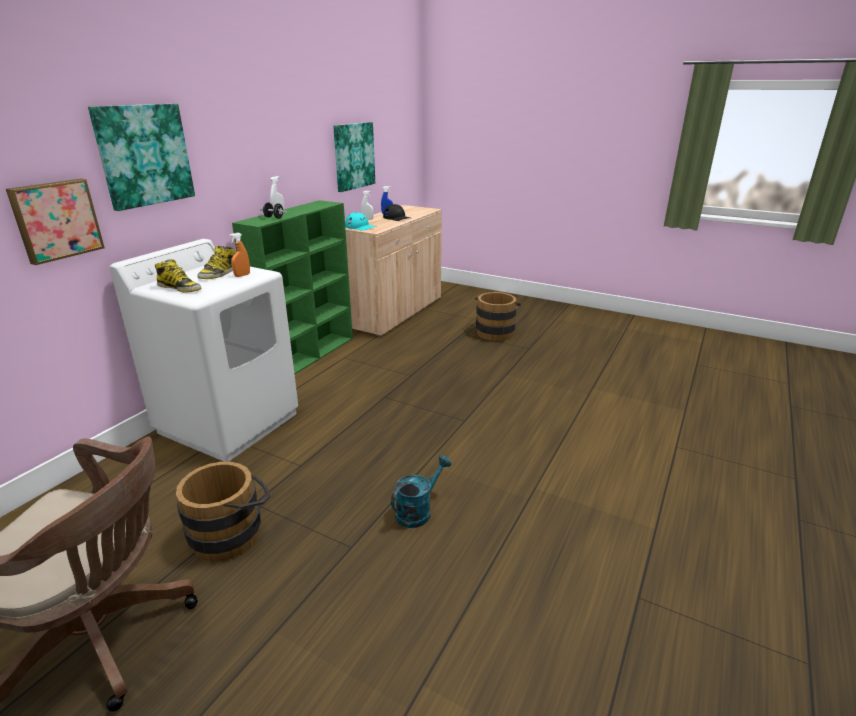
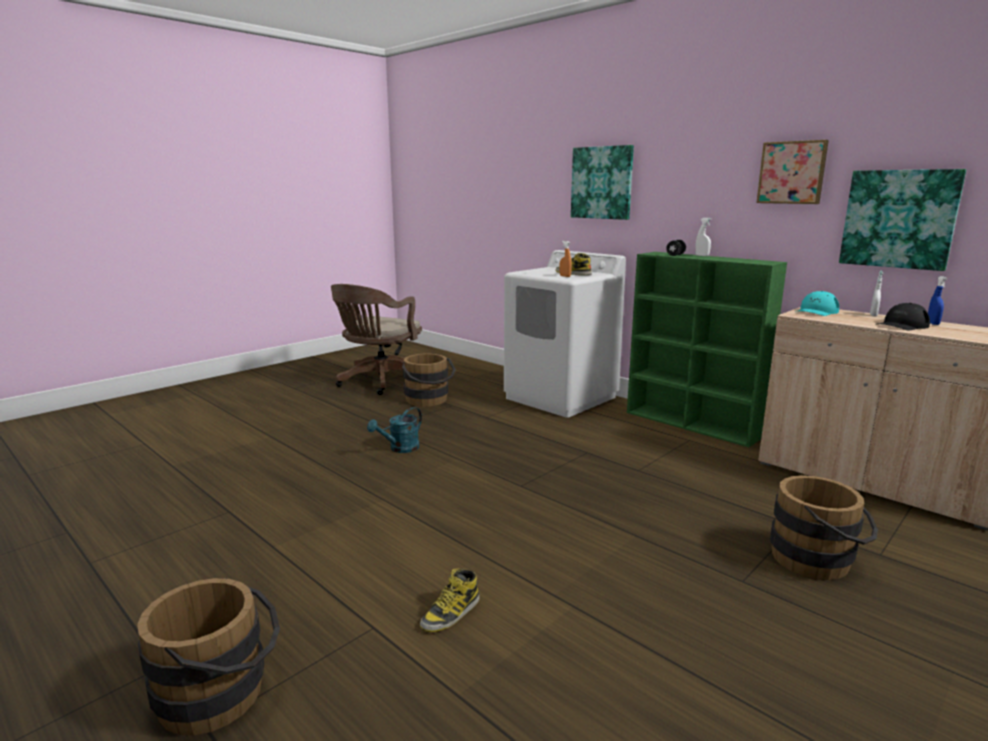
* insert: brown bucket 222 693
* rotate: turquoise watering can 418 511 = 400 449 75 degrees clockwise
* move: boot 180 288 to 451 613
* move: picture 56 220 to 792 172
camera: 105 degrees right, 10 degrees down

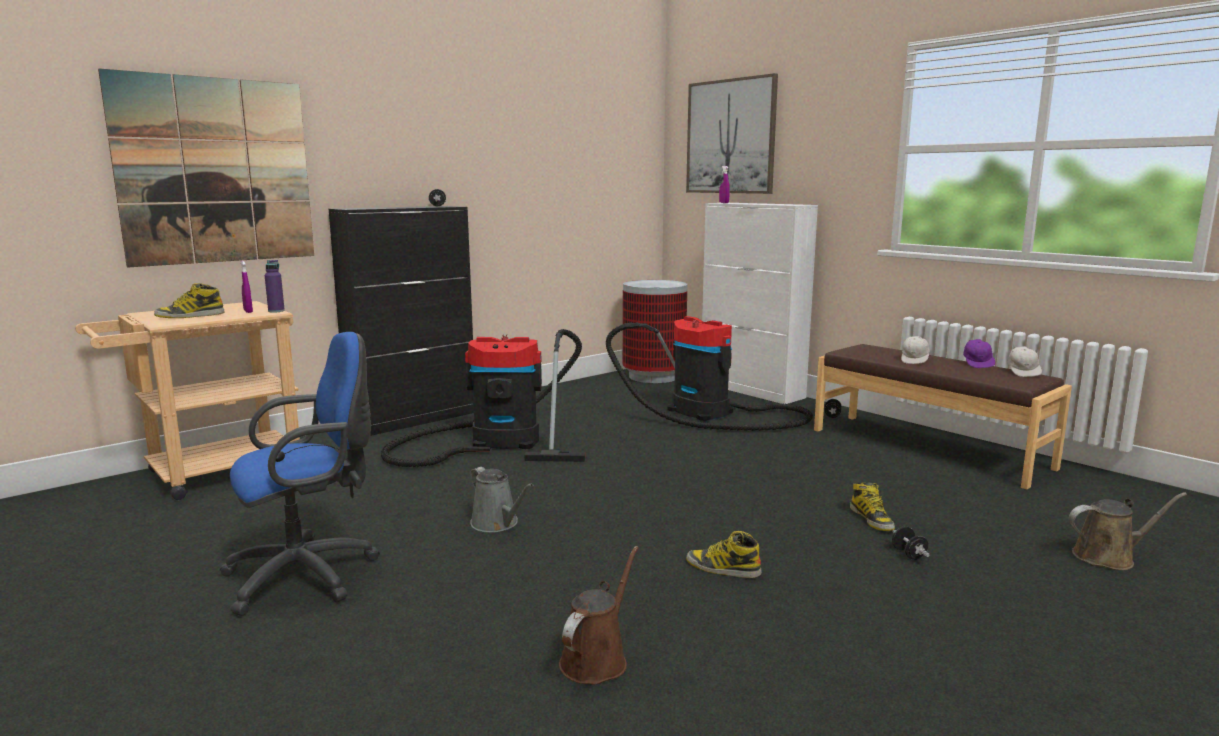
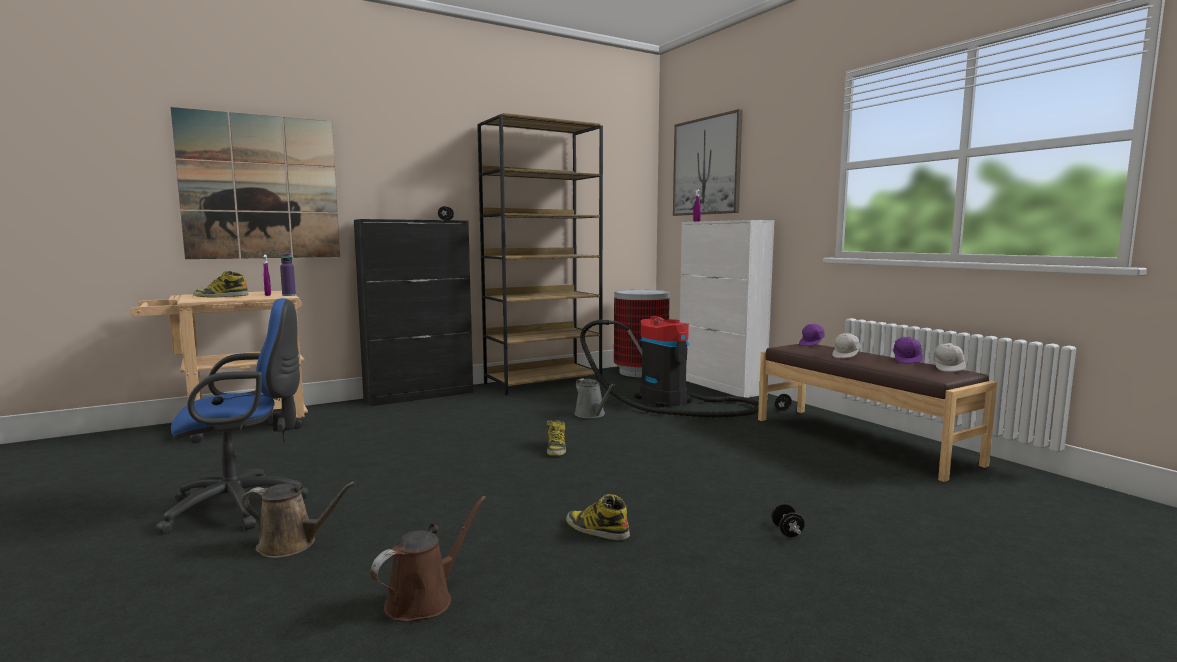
* move: brown watering can 1108 557 to 292 544
* insert: brown bookcase 543 382
* move: boot 872 519 to 556 449
* move: grey watering can 497 524 to 591 414
* insert: purple cap 812 344
* delete: vacuum cleaner 497 442
camera: 10 degrees right, 5 degrees down

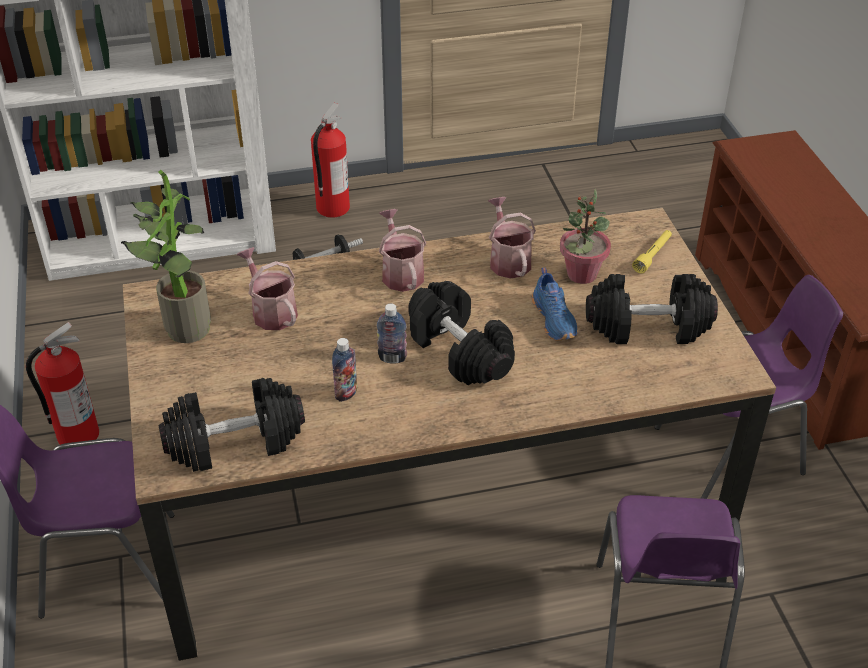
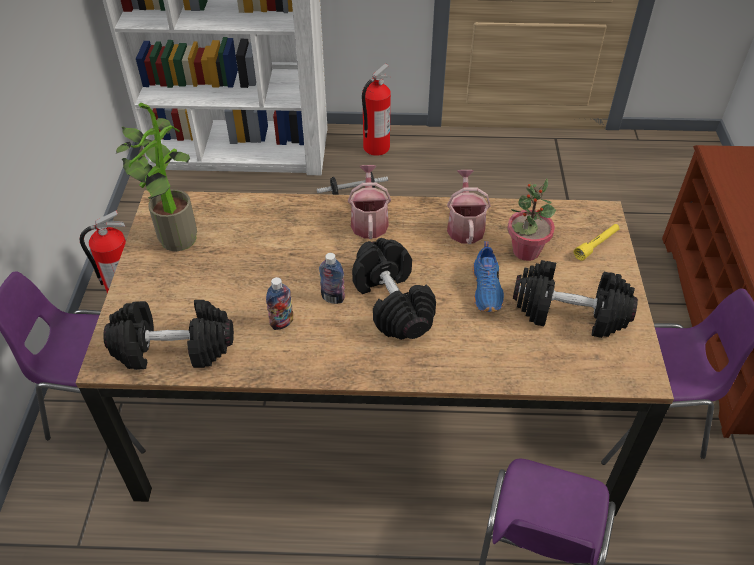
* delete: watering can 271 311
camera: 15 degrees right, 5 degrees up

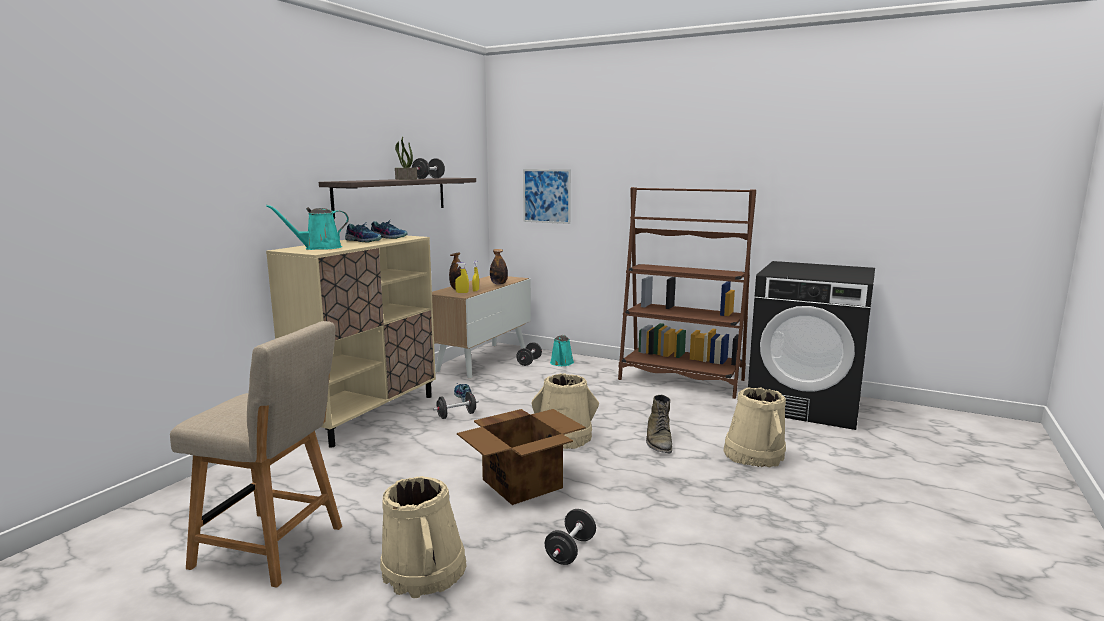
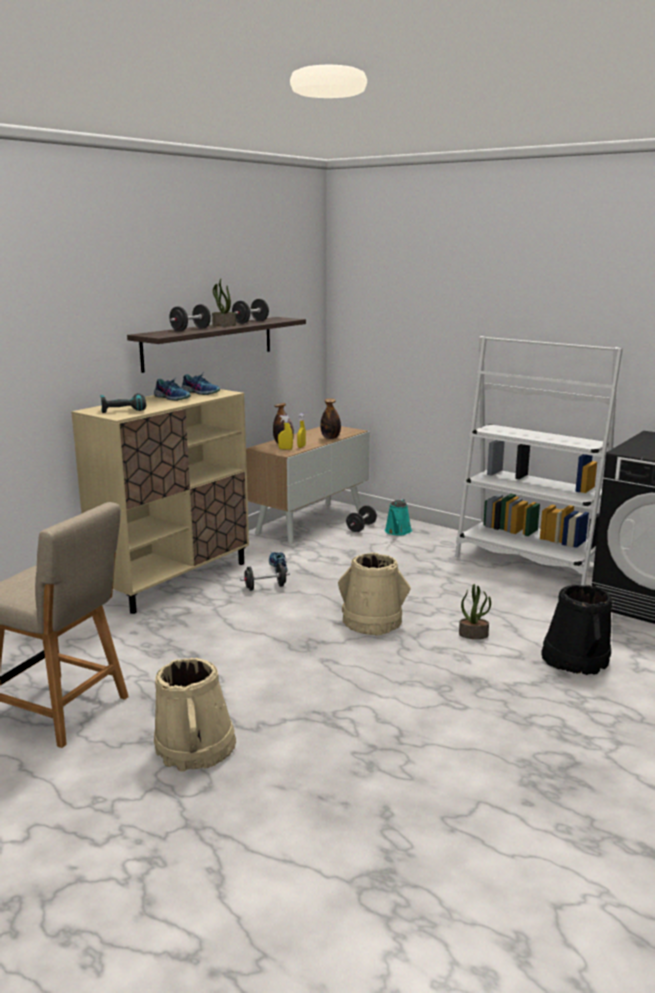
* replace: turquoise watering can 319 248 to power drill 123 409
* move: black dumbbell 570 551 to 190 329
* recolor: brown bookcase 681 380 to white bookcase 529 561
* replace: green boot 658 441 to potted plant 473 634
* recolor: beige bucket 754 455 to black bucket 575 659
* delete: cardboard box 523 483
* delete: picture 546 196
camera: 10 degrees right, 5 degrees up

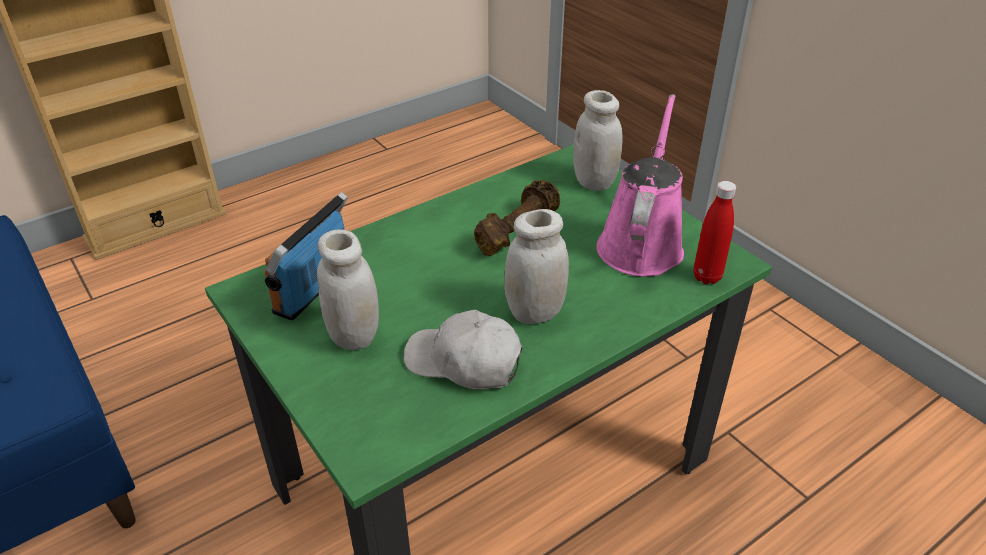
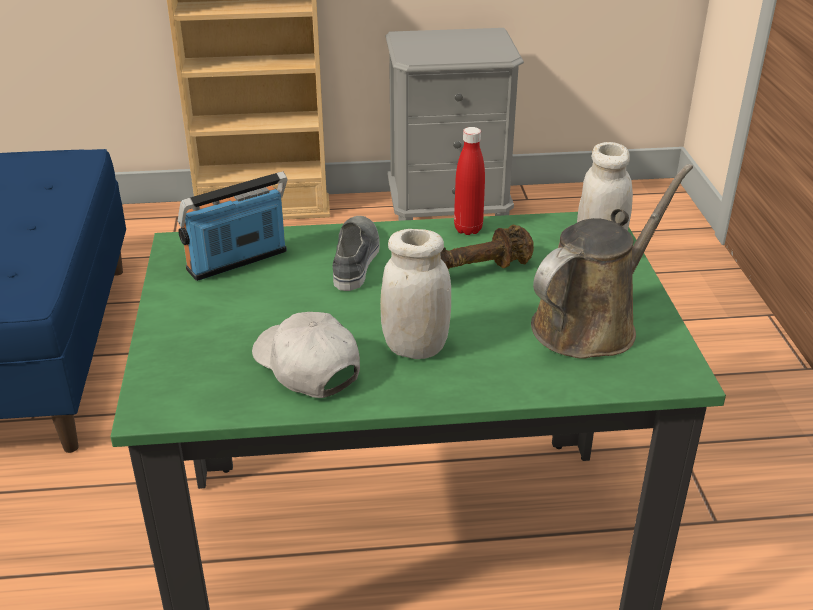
* insert: grey shoe 355 258
* insert: grey nightstand 449 215
* move: red bottle 707 277 to 468 229
* recolor: pink watering can 641 243 to brown watering can 591 323
* delete: white jar 353 335
camera: 30 degrees right, 5 degrees down

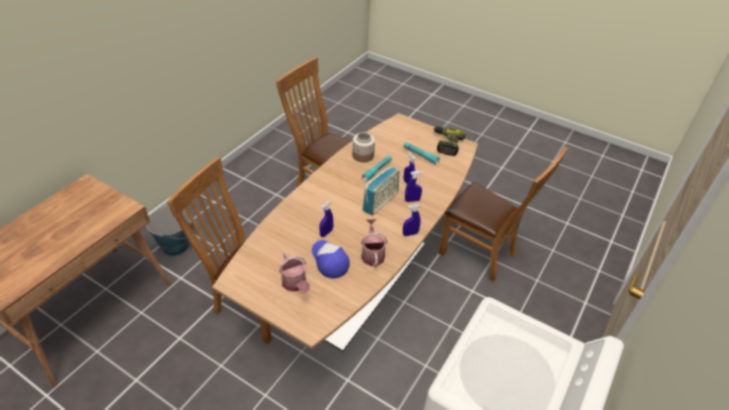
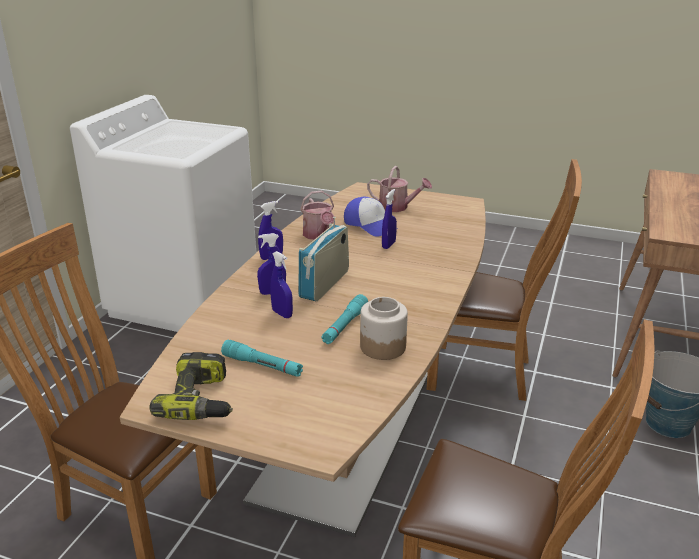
* rotate: watering can 295 284 = 397 207 150 degrees clockwise
camera: 170 degrees right, 15 degrees down

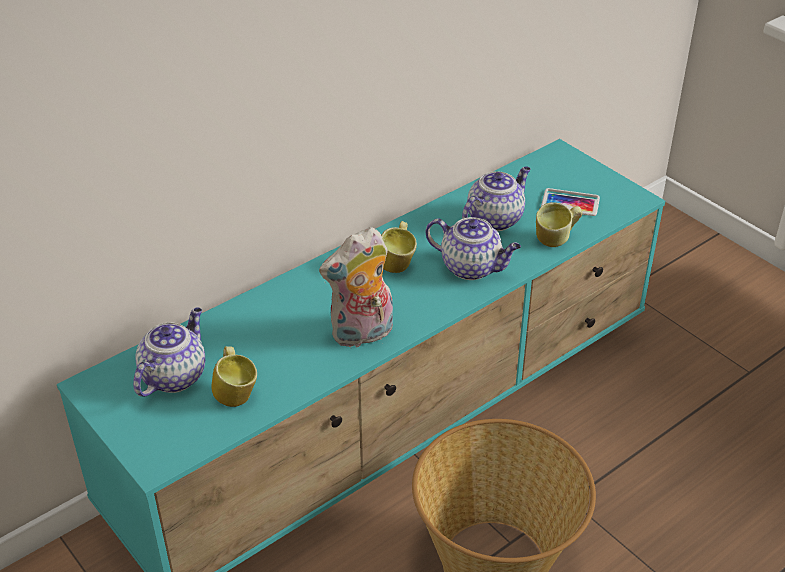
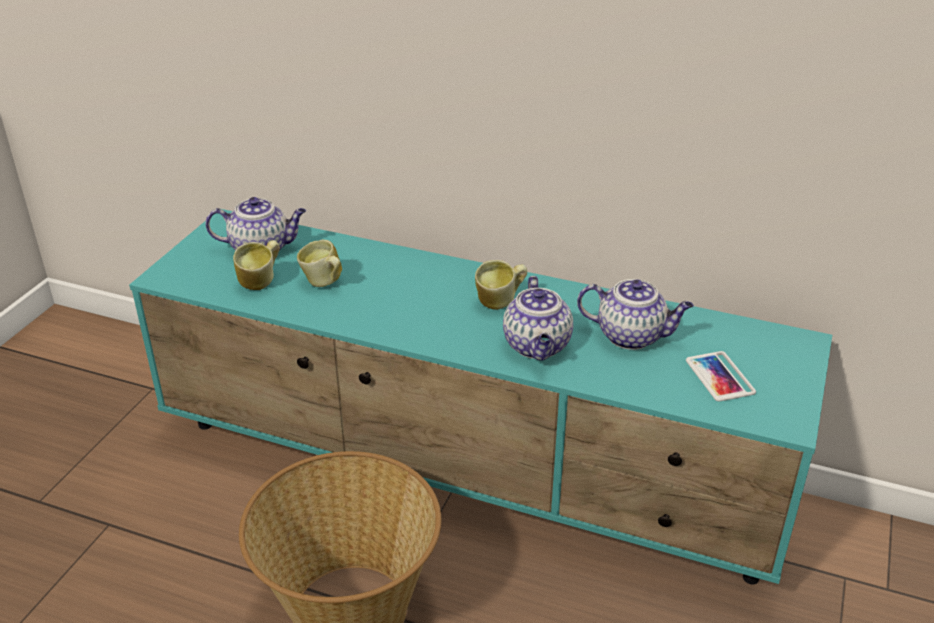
* move: mug 556 240 to 324 283
* delete: plush toy 362 335
camera: 60 degrees right, 5 degrees down

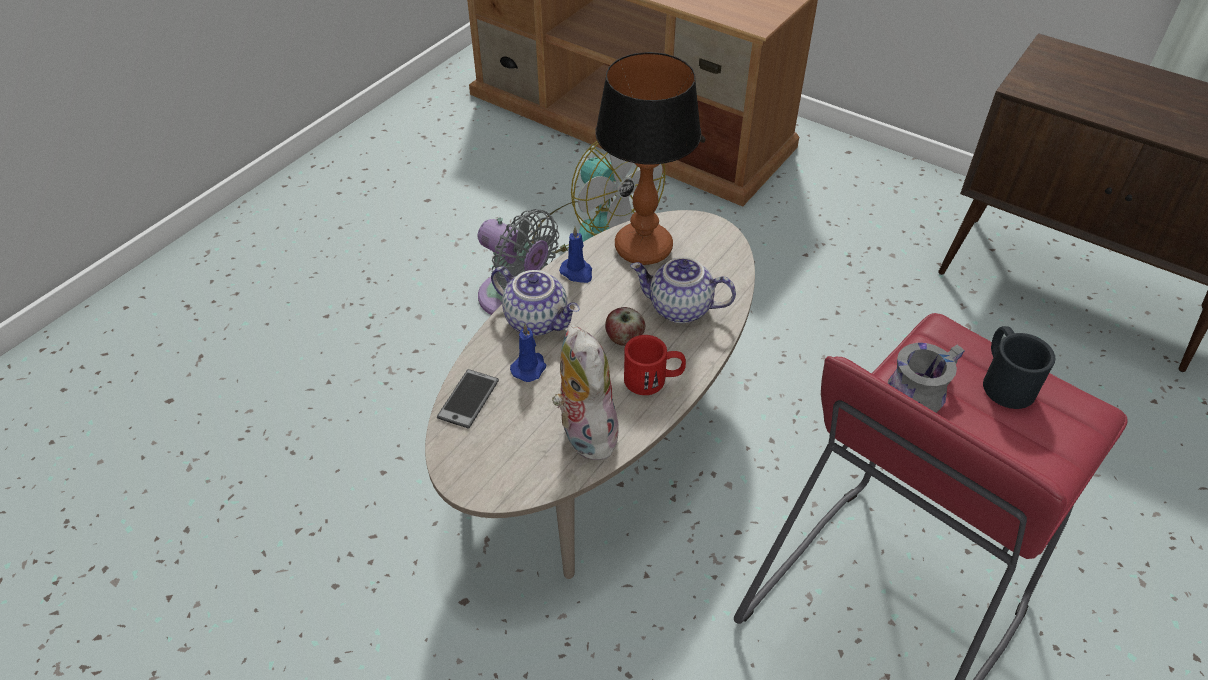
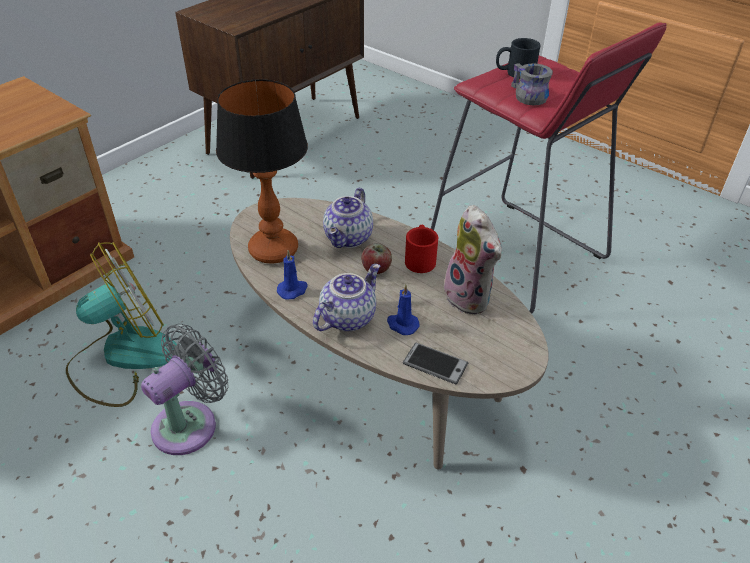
* rotate: plush toy 584 432 = 470 297 105 degrees counterclockwise
camera: 85 degrees left, 5 degrees down

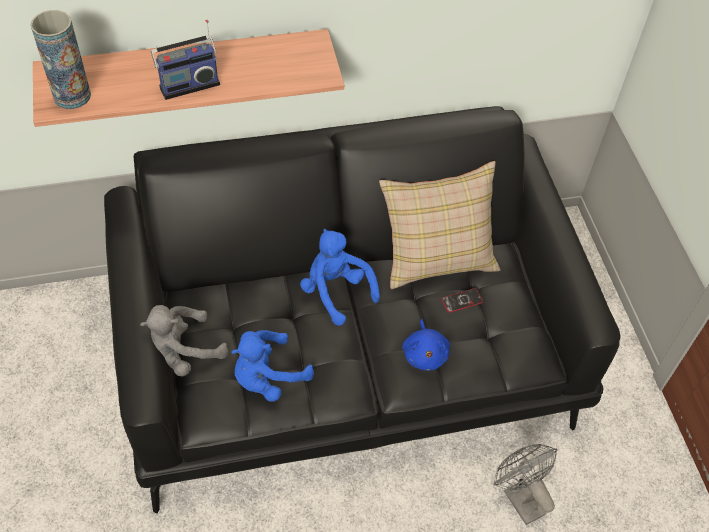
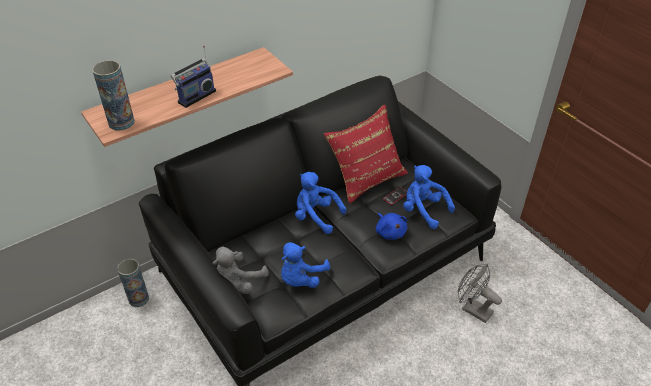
* insert: vase 138 299
* recolor: beige pillow 437 256 to red pillow 366 177
* insert: blue plush toy 423 210
camera: 20 degrees left, 10 degrees down

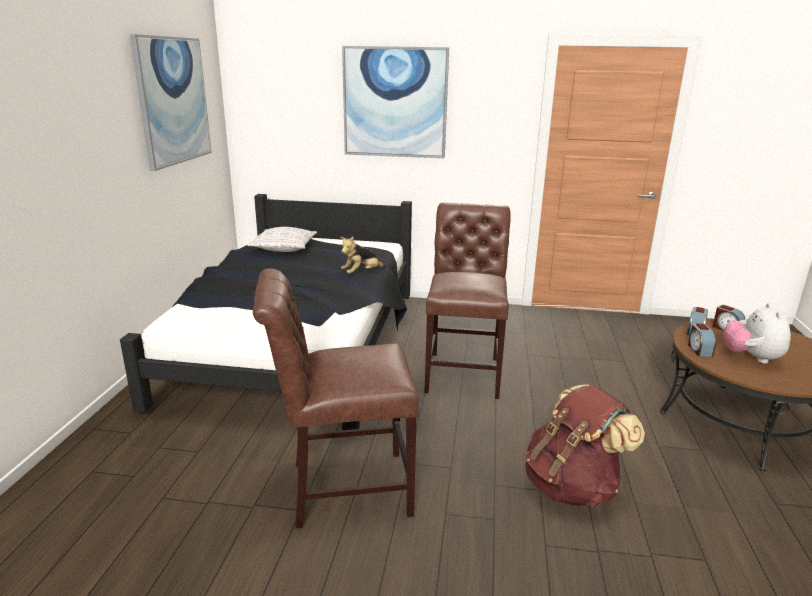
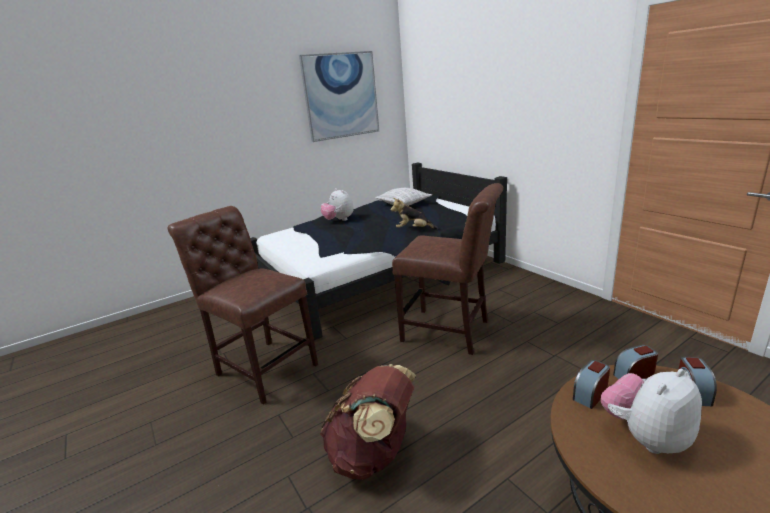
* insert: plush toy 339 220
* rotate: brown chair 464 371 = 450 332 60 degrees clockwise
* delete: picture 395 103
camera: 50 degrees right, 0 degrees up

